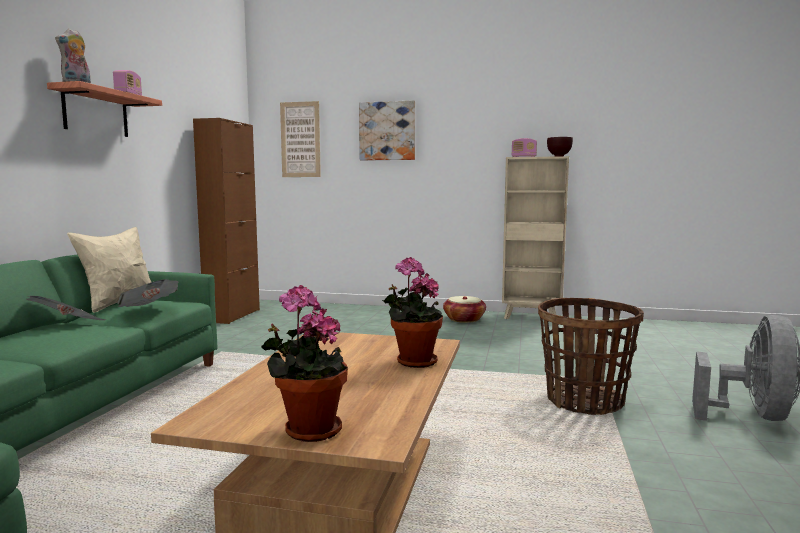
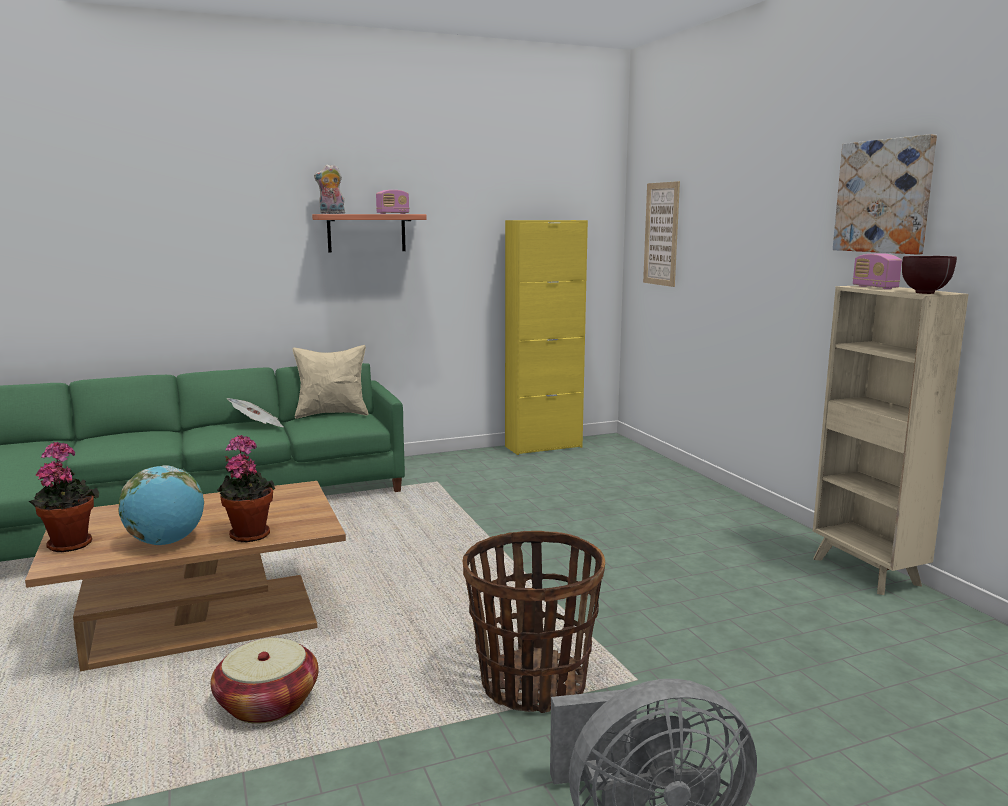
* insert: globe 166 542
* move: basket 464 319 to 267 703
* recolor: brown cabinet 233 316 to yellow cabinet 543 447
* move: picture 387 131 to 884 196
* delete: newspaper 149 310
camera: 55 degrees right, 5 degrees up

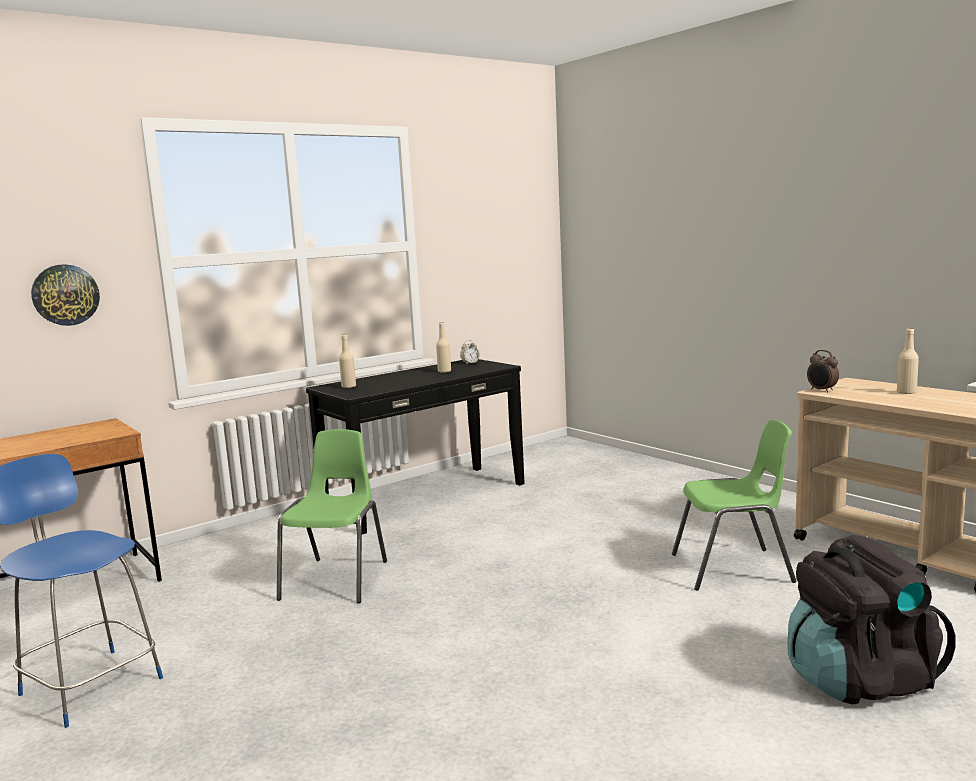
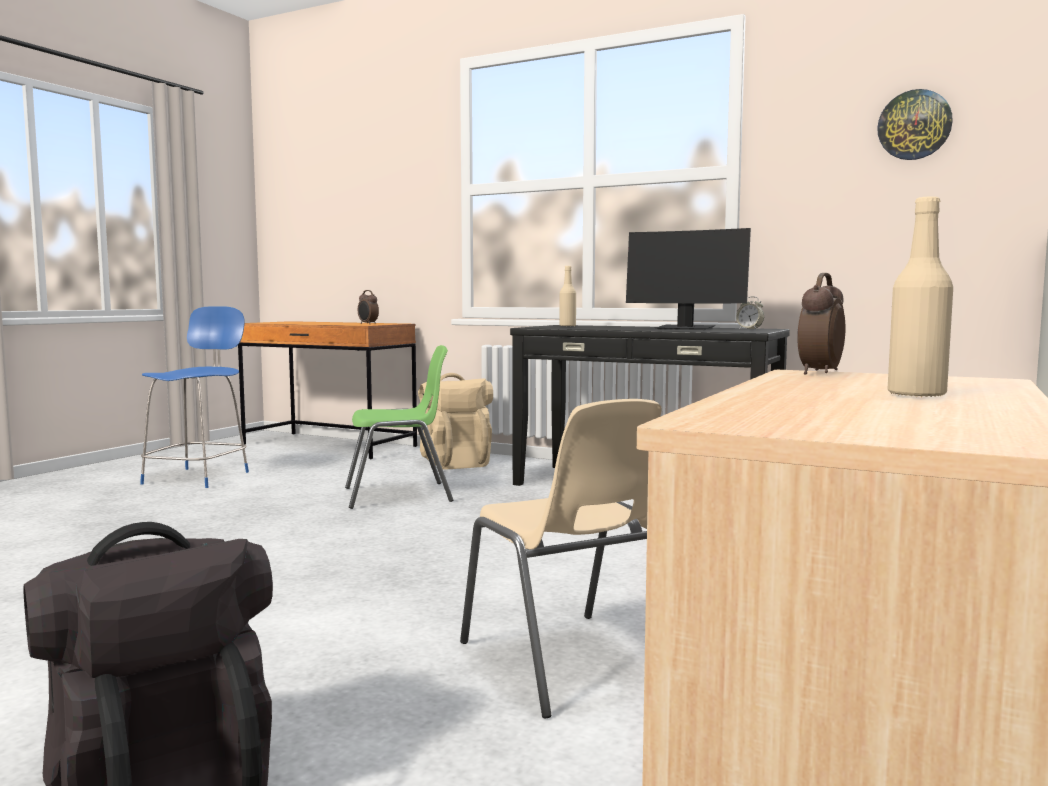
* insert: alarm clock 368 324
* insert: beige backpack 455 462
* recolor: green chair 734 569 to beige chair 568 663
* replace: beige bottle 444 371 to monitor 685 329
* move: wall clock 65 295 to 914 125
camera: 65 degrees right, 5 degrees down

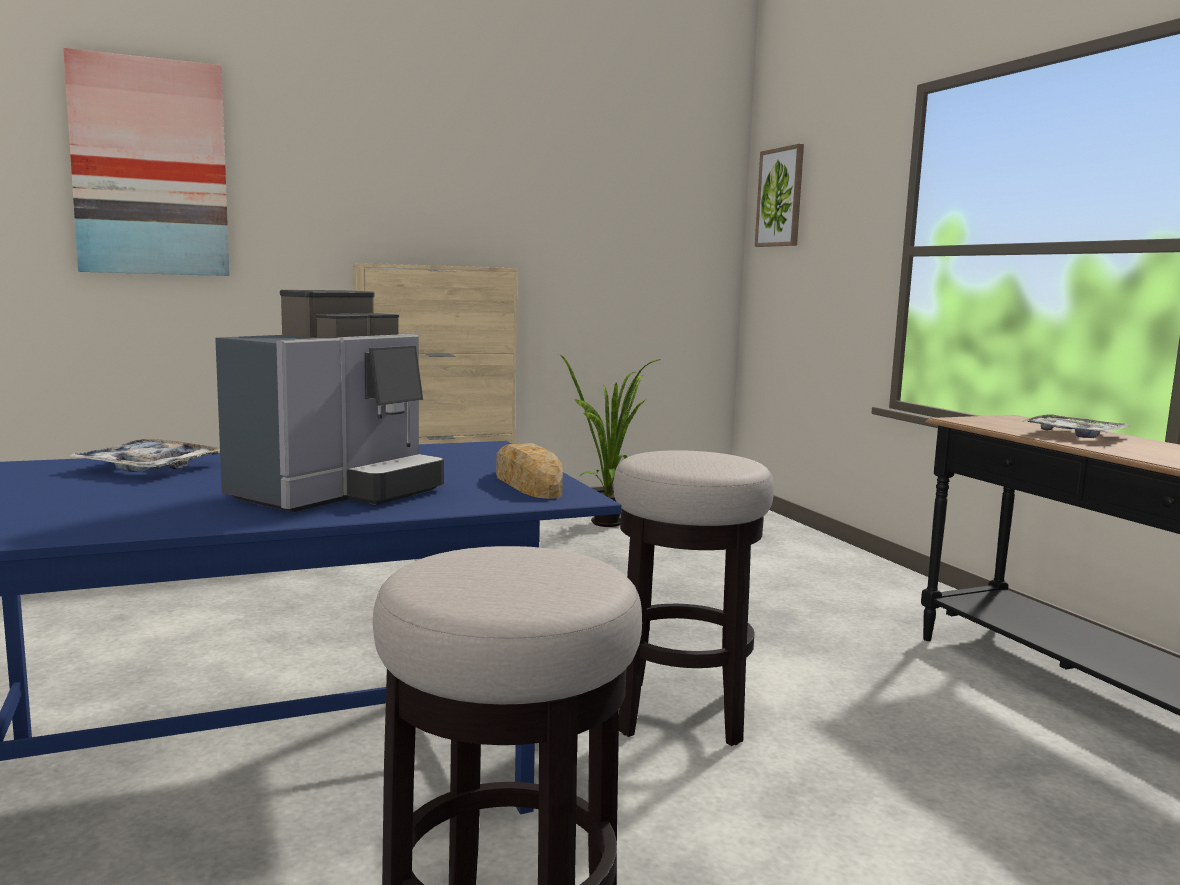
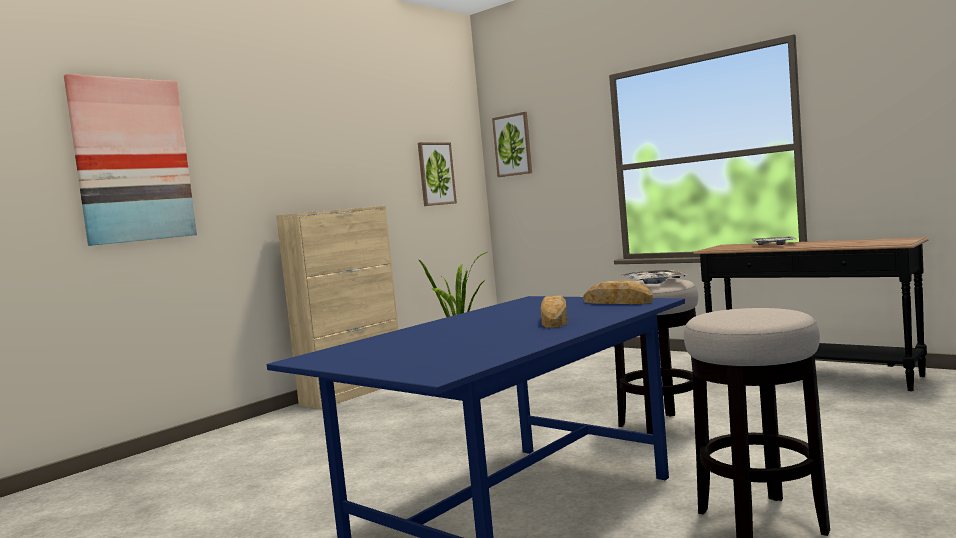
* insert: picture 436 174
* replace: coffee machine 339 492 to bread 554 320
* move: tray 149 467 to 654 282
camera: 25 degrees left, 5 degrees down

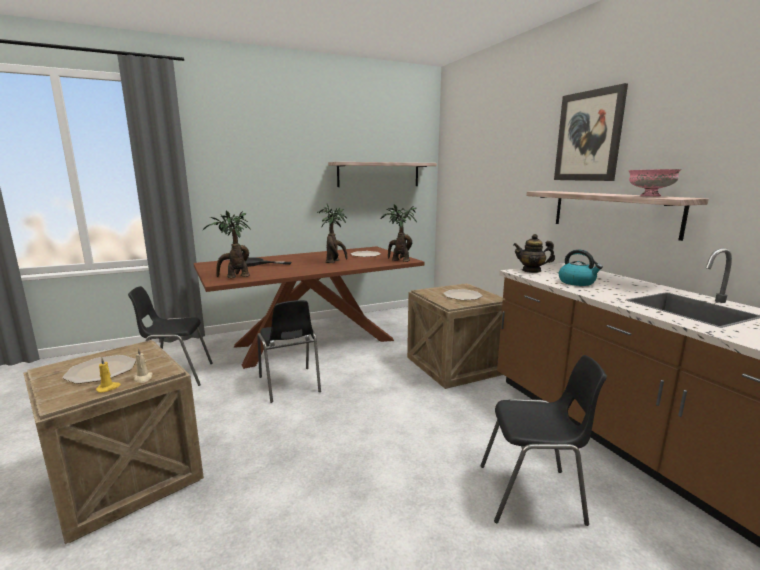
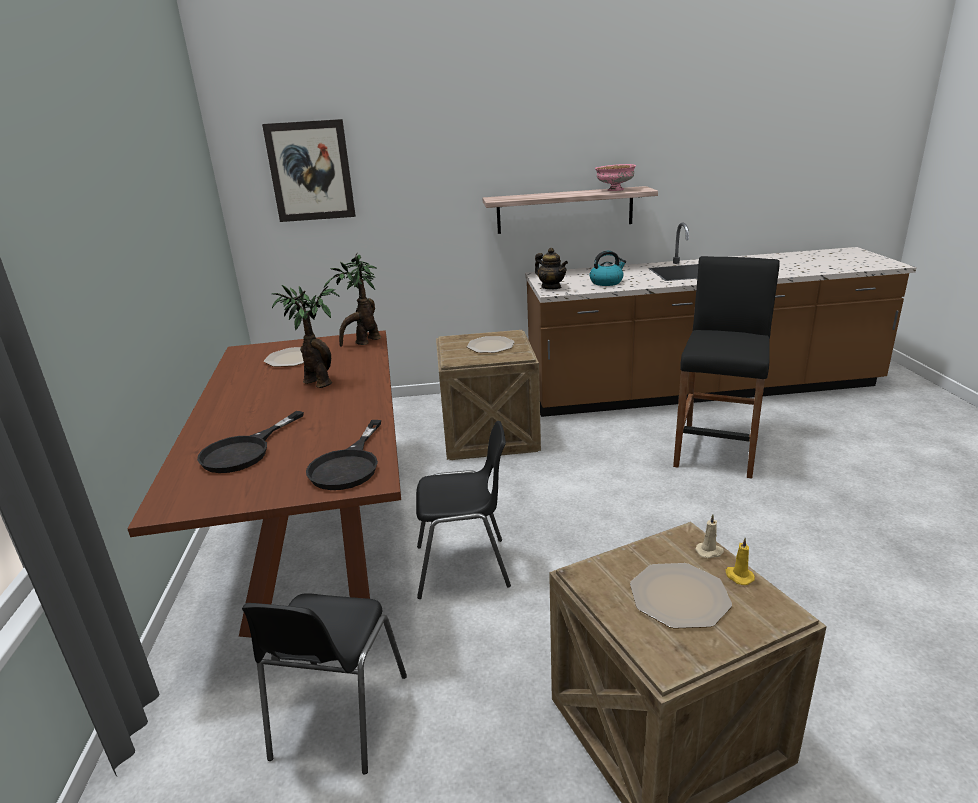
* move: picture 588 136 to 310 171
* replace: potted plant 235 277 to black frying pan 348 465
* rotate: teapot 531 270 = 551 287 75 degrees counterclockwise
* replace: black chair 533 495 to black stool 717 449
* delete: shelf 379 174
camera: 70 degrees left, 10 degrees up

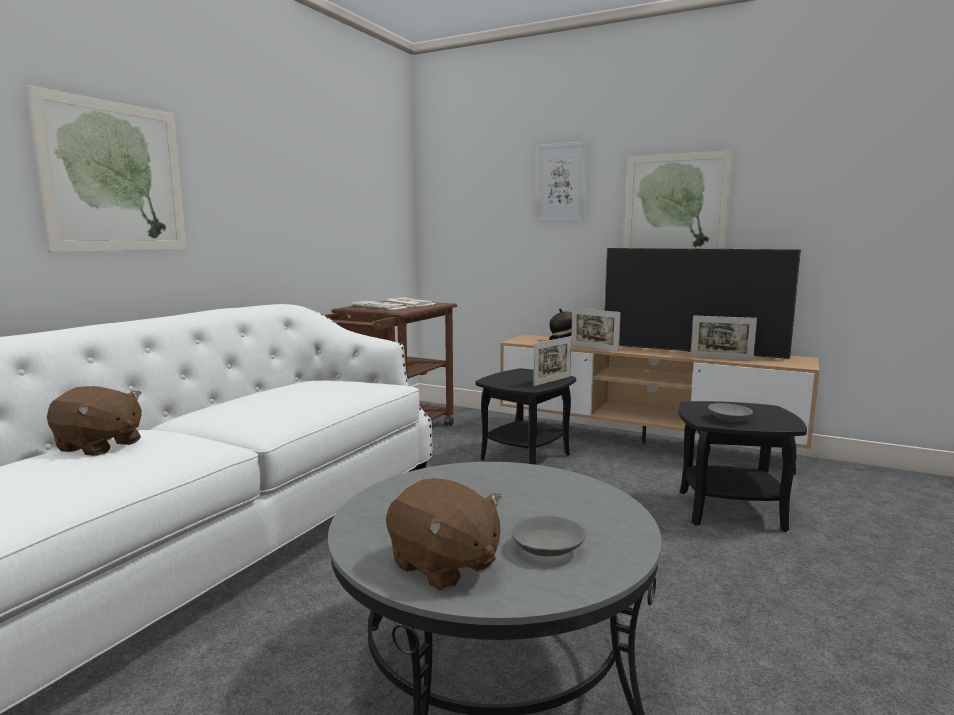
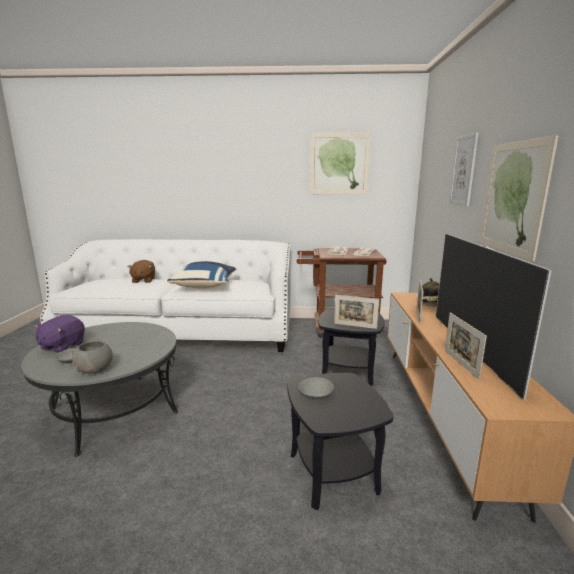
* recolor: brown plush toy 444 566 to purple plush toy 62 346
* insert: grey bowl 95 370
* insert: blue pillow 205 286
* move: picture 115 177 to 339 164
camera: 65 degrees right, 5 degrees up

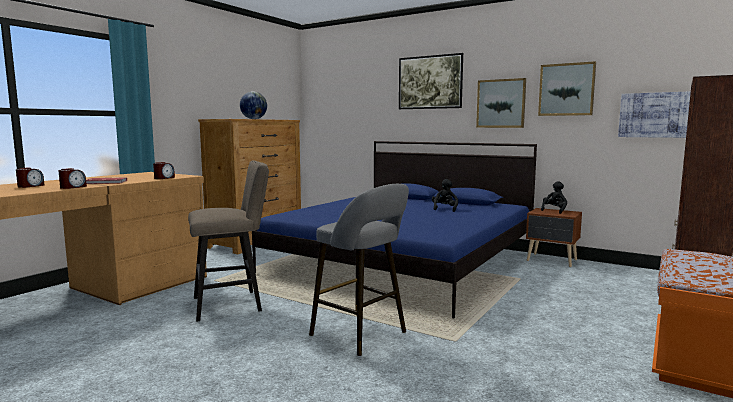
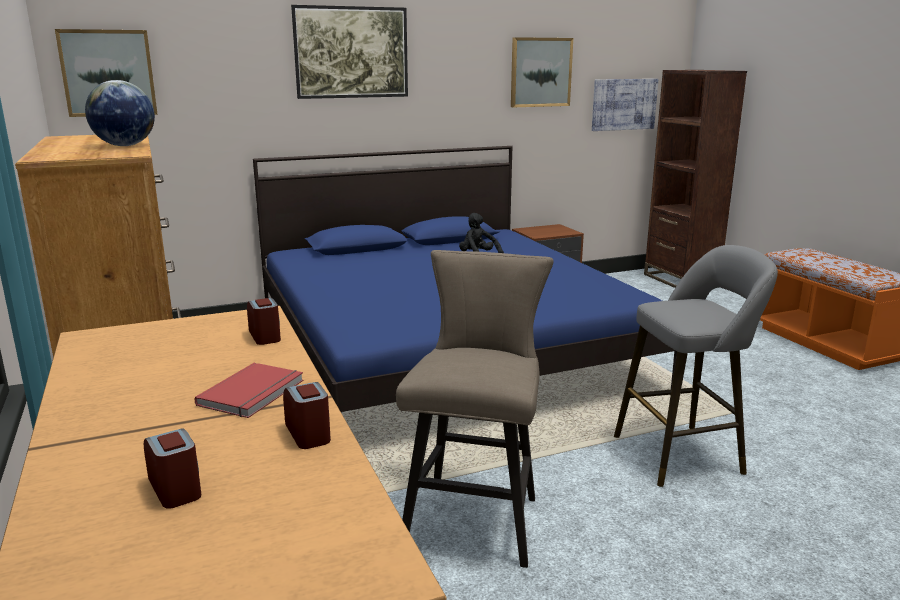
* move: picture 501 103 to 108 73
* delete: black plush toy 554 211
camera: 55 degrees left, 10 degrees up

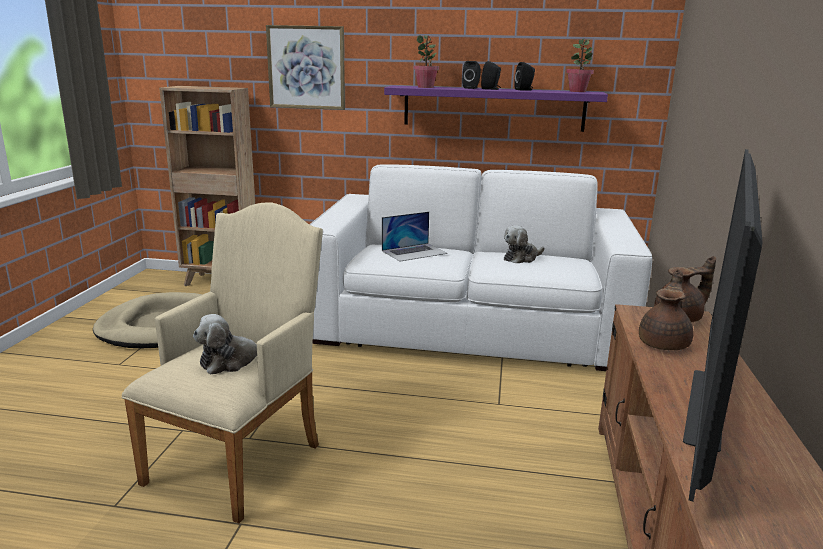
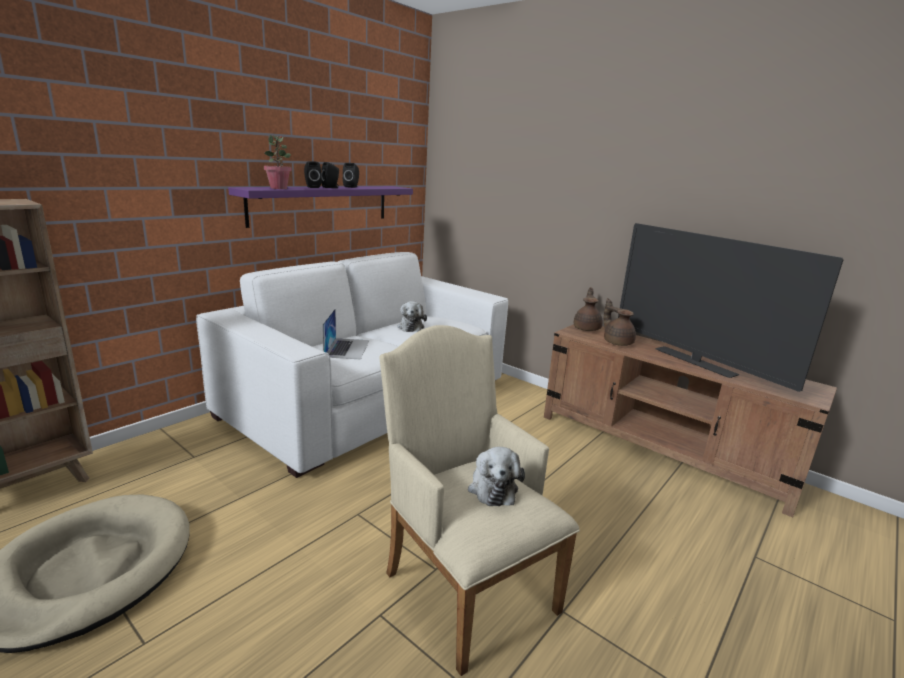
* delete: picture 306 67
* delete: potted plant 577 91
camera: 60 degrees left, 0 degrees up

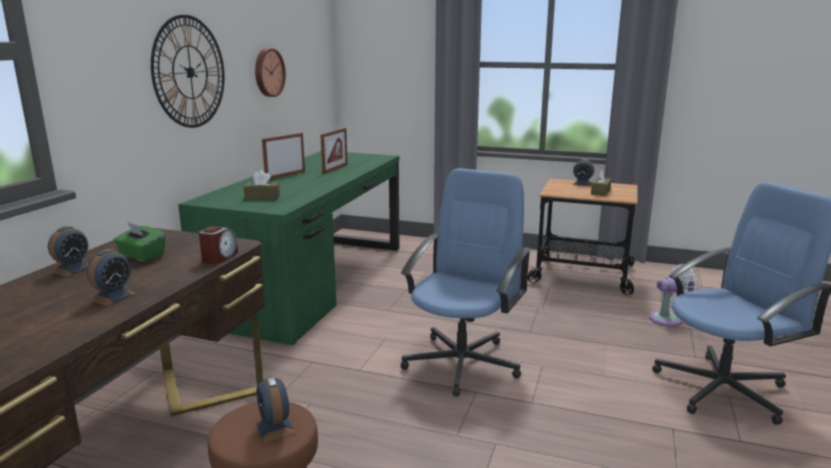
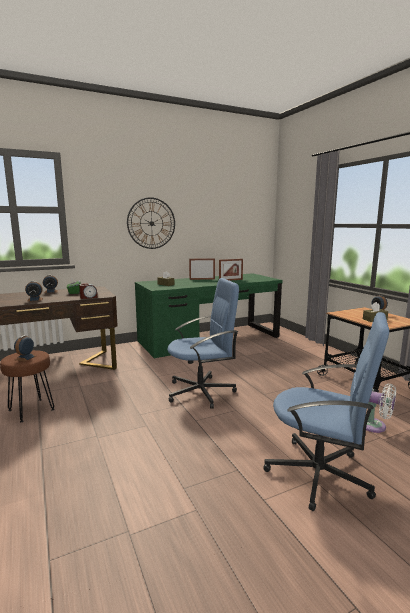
* delete: wall clock 268 72
camera: 45 degrees right, 5 degrees down

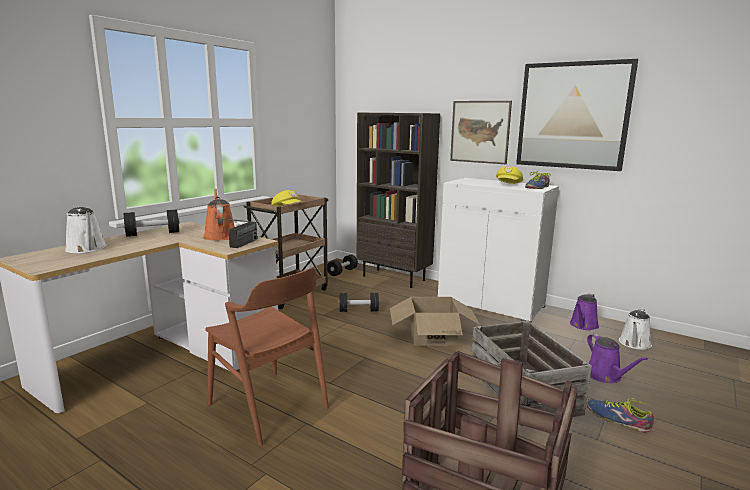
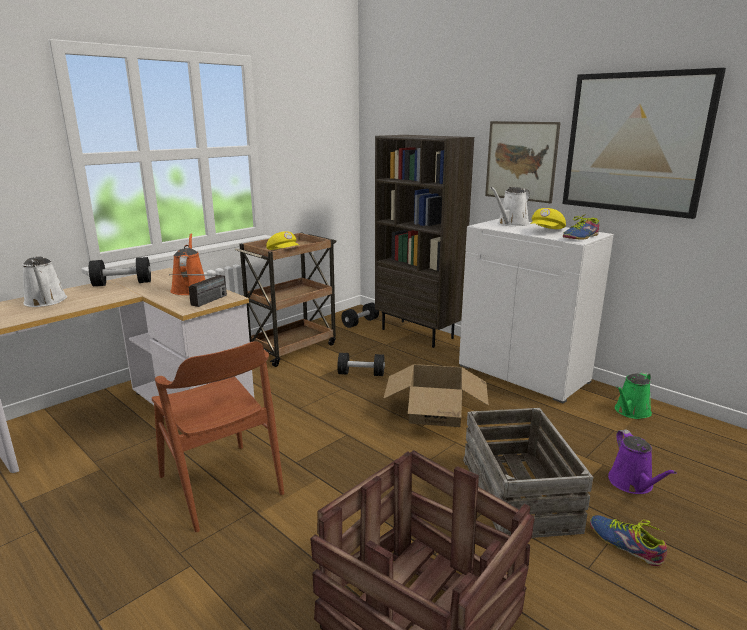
* move: white watering can 634 344 to 511 224
* recolor: purple watering can 583 325 to green watering can 631 412
camera: 10 degrees right, 5 degrees up

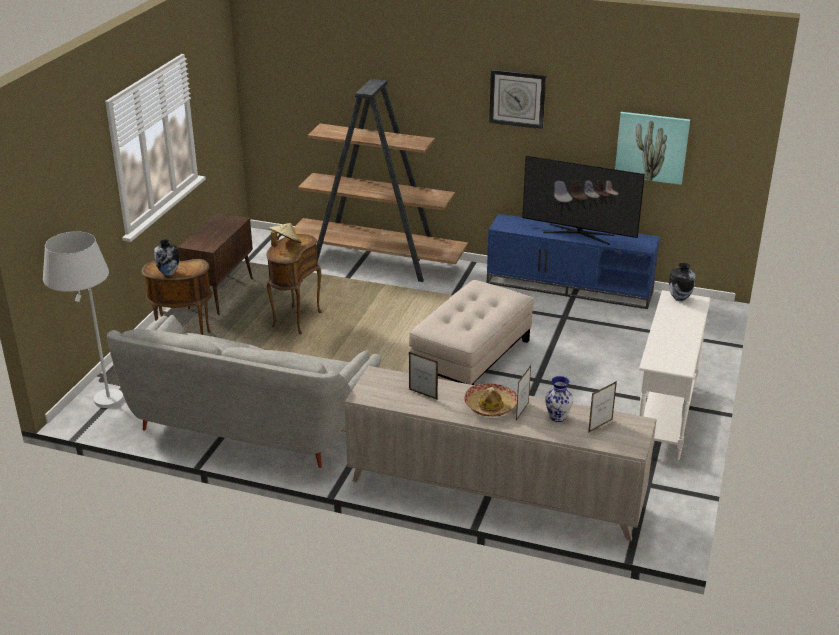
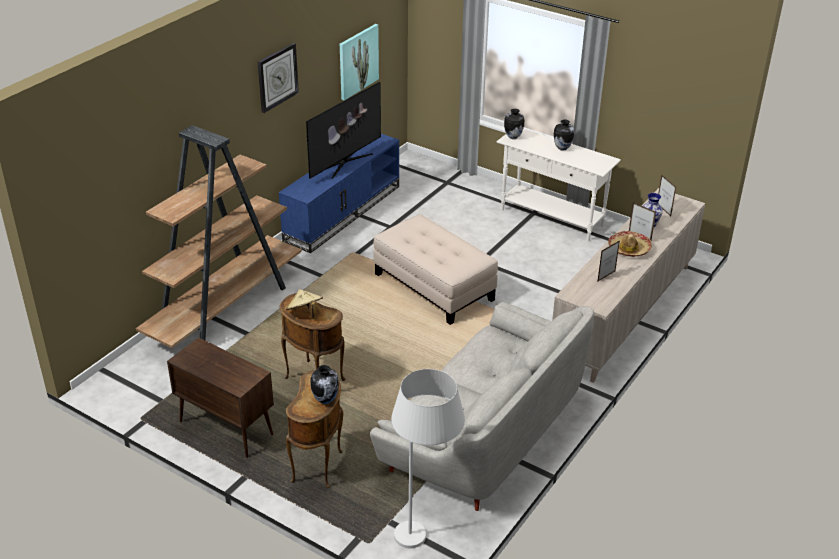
* insert: vase 562 148
camera: 75 degrees left, 5 degrees up

